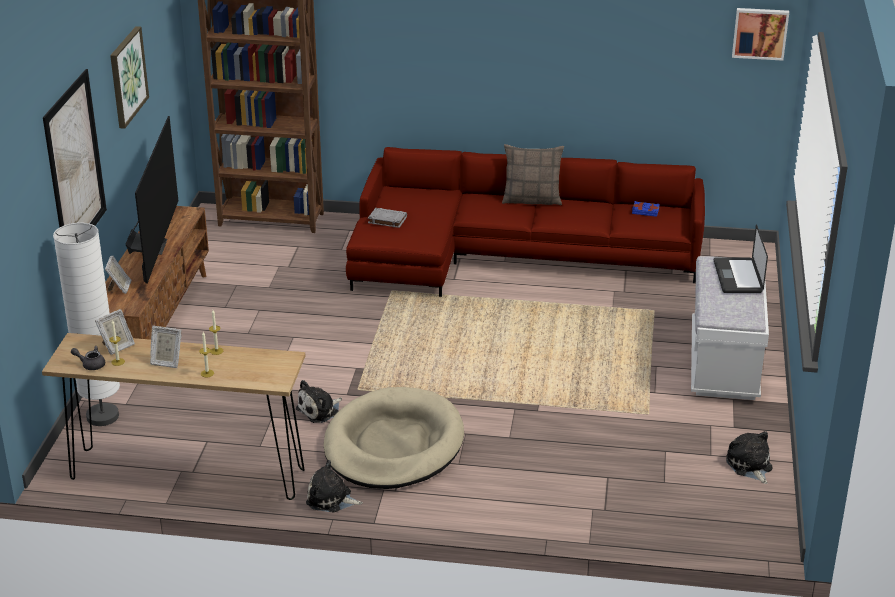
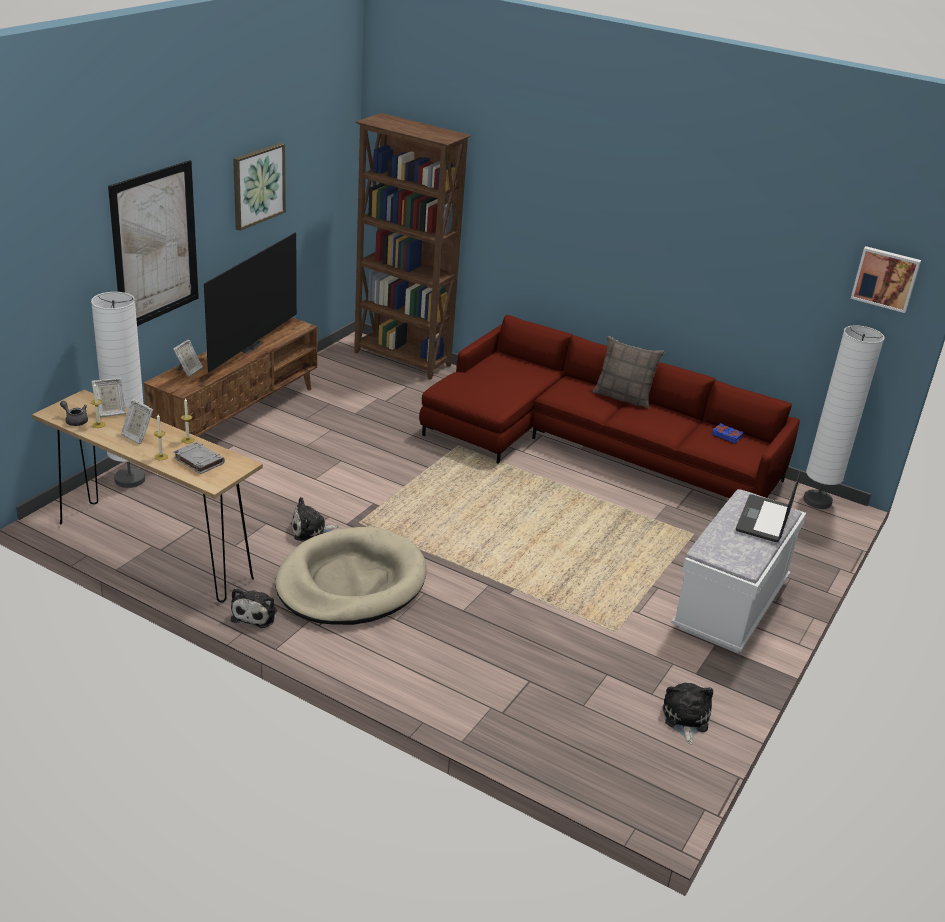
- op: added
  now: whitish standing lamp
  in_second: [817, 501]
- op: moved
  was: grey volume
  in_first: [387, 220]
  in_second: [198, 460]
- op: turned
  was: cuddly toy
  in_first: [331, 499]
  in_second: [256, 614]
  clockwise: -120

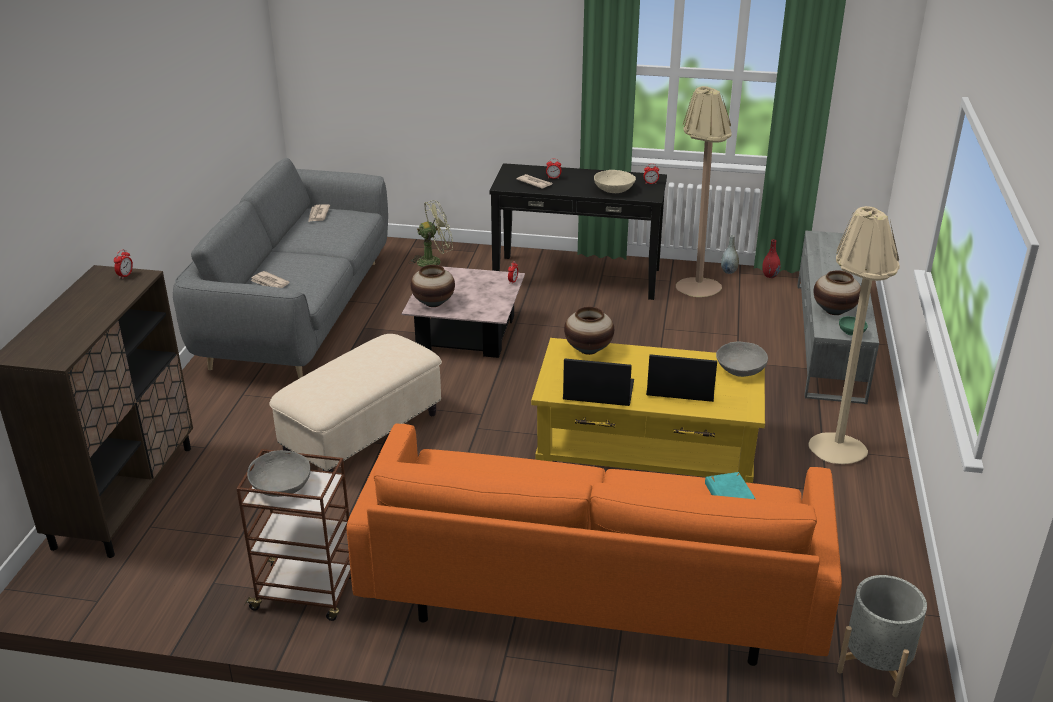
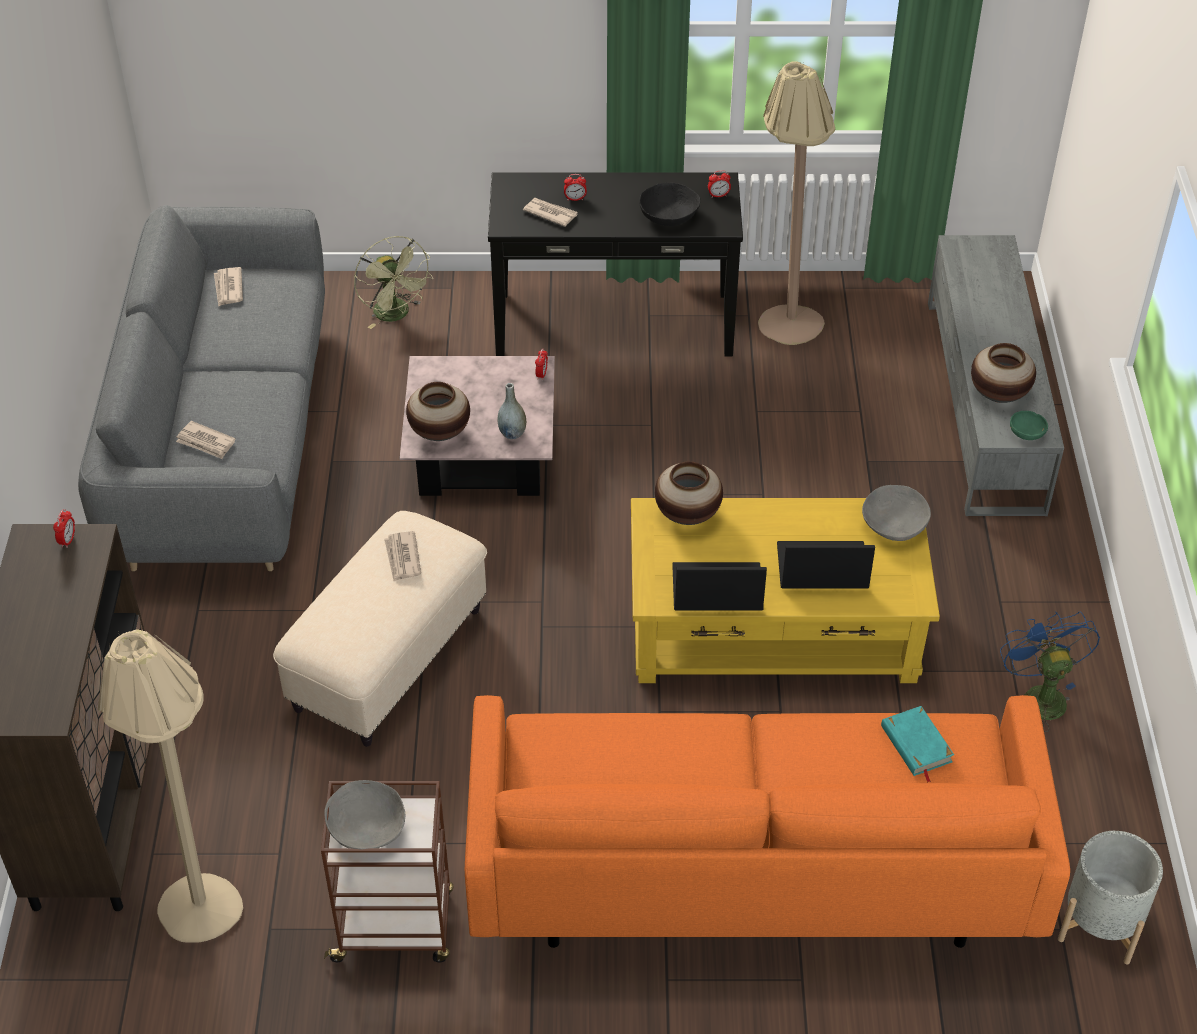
- op: removed
  was: red vase
  in_first: [770, 276]
- op: added
  now: newspaper
  in_second: [402, 558]
- op: added
  now: blue electric fan
  in_second: [1039, 695]
- op: moved
  was: grey vase
  in_first: [728, 271]
  in_second: [512, 433]
- op: moved
  was: sand-coloured standing lamp
  in_first: [836, 441]
  in_second: [203, 891]
- op: recoloured
  was: sand-coloured serving bowl
  now: blackish serving bowl
  in_first: [613, 190]
  in_second: [668, 216]
- op: turned
  was: green electric fan
  in_first: [434, 261]
  in_second: [396, 315]
  clockwise: 90

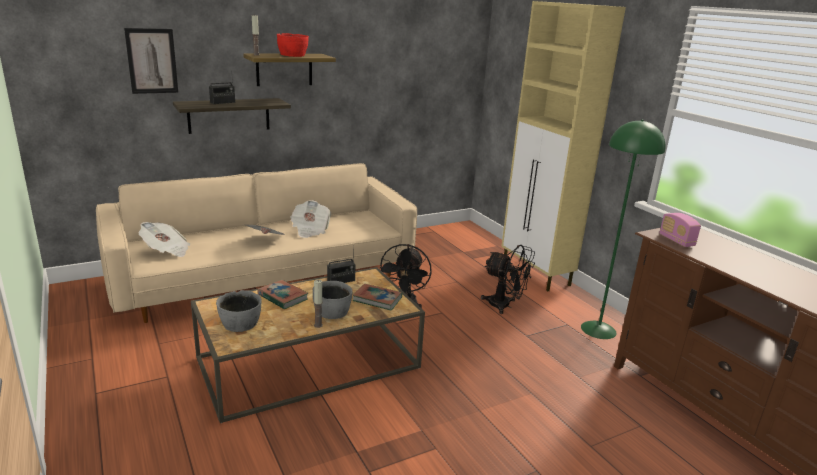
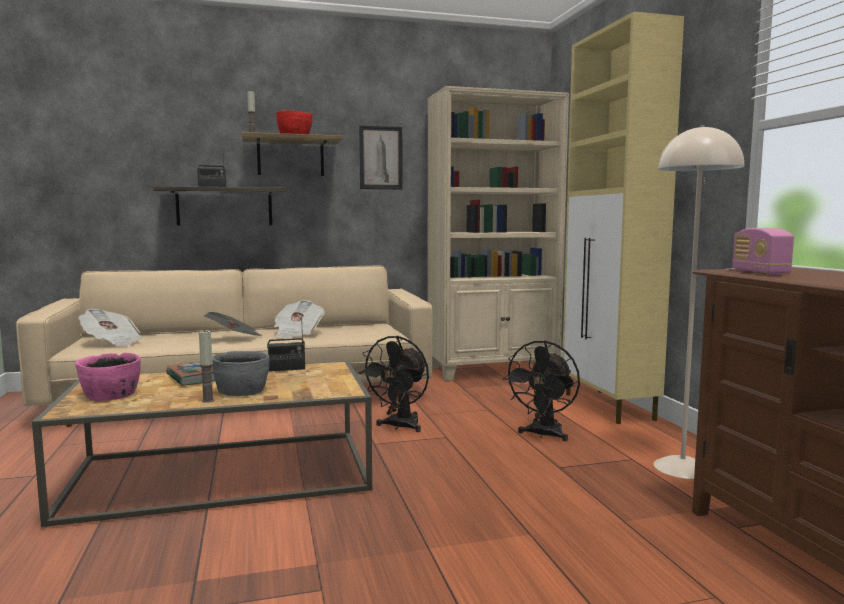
- op: removed
  was: volume
  in_first: [377, 299]
- op: added
  now: sand-coloured bookcase
  in_second: [493, 370]
- op: moved
  was: picture
  in_first: [152, 61]
  in_second: [380, 158]
- op: recoloured
  was: grey serving bowl
  now: pink-coloured serving bowl
  in_first: [240, 324]
  in_second: [111, 395]
- op: recoloured
  was: green standing lamp
  now: sand-coloured standing lamp
  in_first: [599, 329]
  in_second: [683, 467]
- op: turned
  was: blackish electric fan
  in_first: [504, 306]
  in_second: [543, 435]
  clockwise: 75

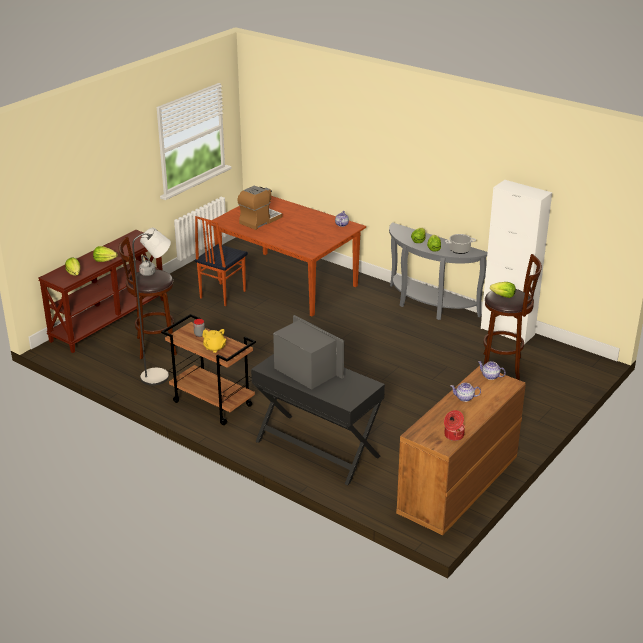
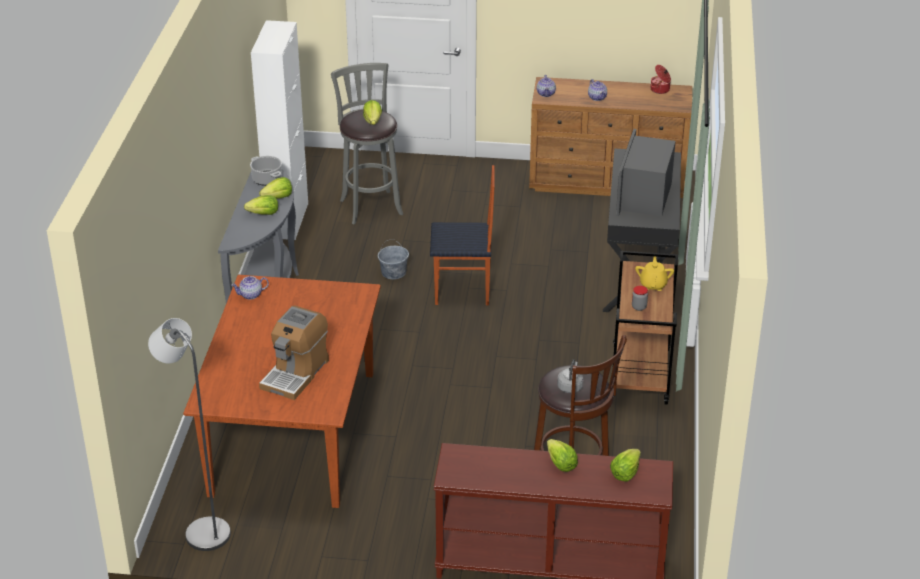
- op: added
  now: grey bucket
  in_second: [393, 272]
- op: moved
  was: grey standing lamp
  in_first: [160, 376]
  in_second: [202, 530]
- op: moved
  was: upright chair
  in_first: [222, 294]
  in_second: [463, 292]
- op: recoloured
  was: brown-coloured stool seat
  now: grey stool seat
  in_first: [504, 366]
  in_second: [370, 205]
- op: turned
  was: coffee machine
  in_first: [260, 220]
  in_second: [295, 373]
  clockwise: -75

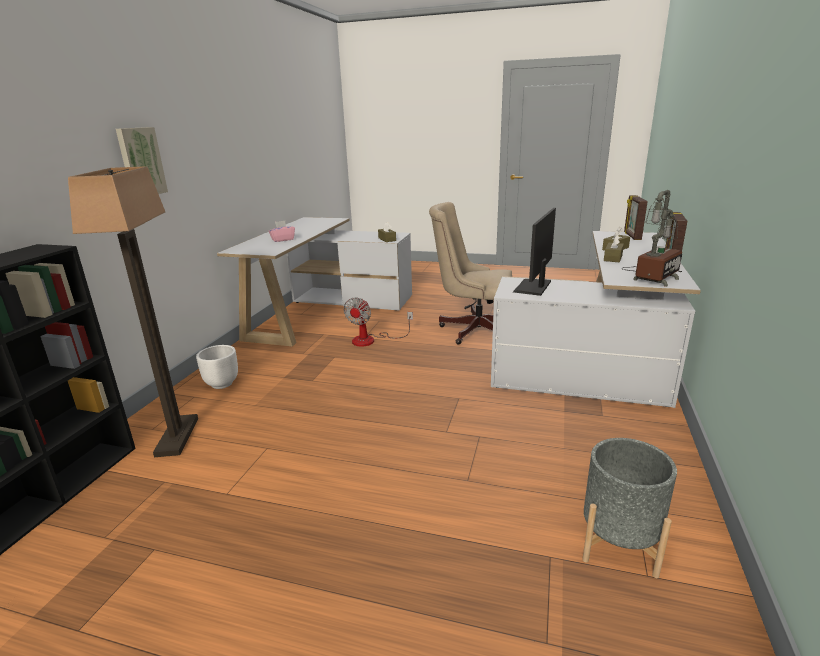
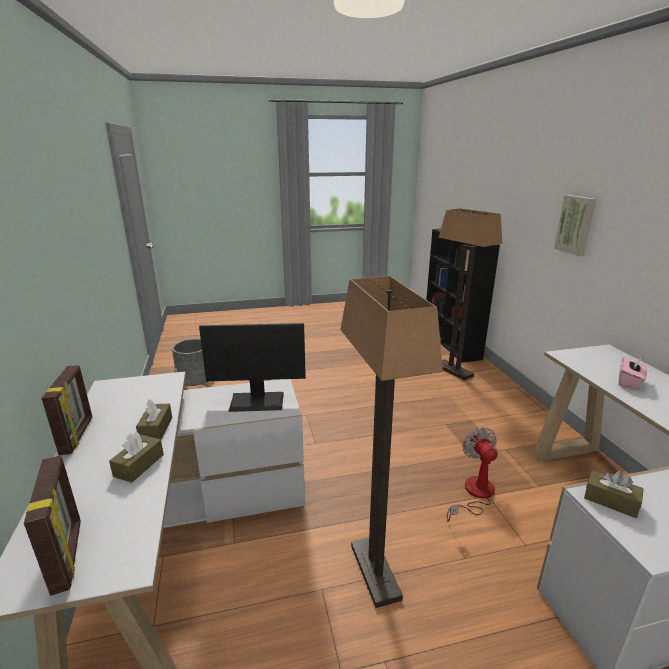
- op: removed
  was: whitish plant pot
  in_first: [221, 384]
- op: removed
  was: table lamp
  in_first: [653, 277]
- op: replaced
  was: sand-coloured office chair
  now: standing lamp
  in_first: [472, 330]
  in_second: [375, 572]
- op: turned
  was: computer display
  in_first: [533, 287]
  in_second: [257, 401]
  clockwise: 90

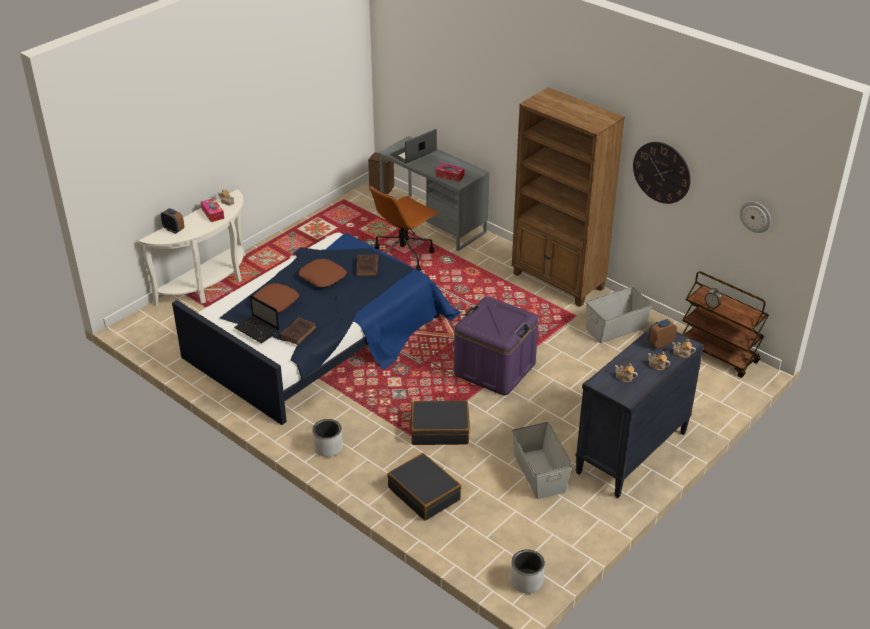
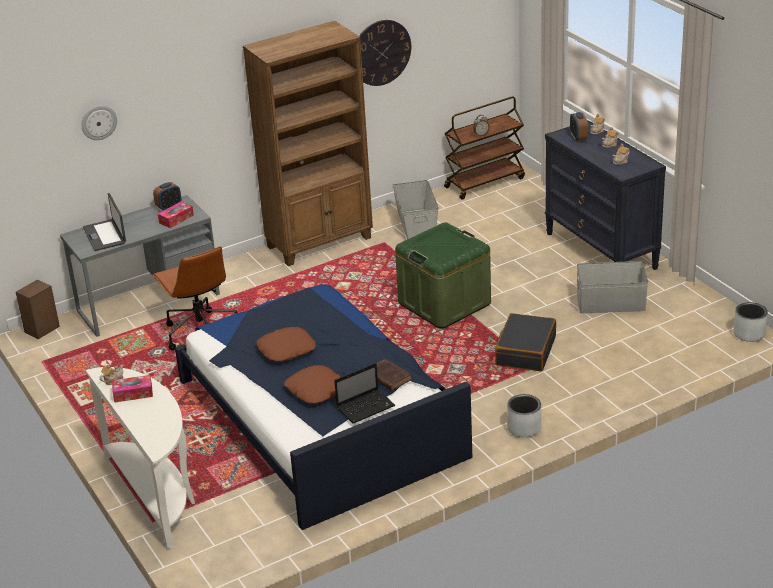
- op: removed
  was: brown-coloured volume
  in_first: [367, 267]
- op: removed
  was: blackish suitcase
  in_first: [424, 493]
- op: moved
  was: table clock
  in_first: [173, 230]
  in_second: [169, 207]
- op: moved
  was: clock on the wall
  in_first: [755, 216]
  in_second: [98, 122]
- op: recoloured
  was: purple-coloured storage container
  now: green storage container
  in_first: [494, 369]
  in_second: [444, 303]

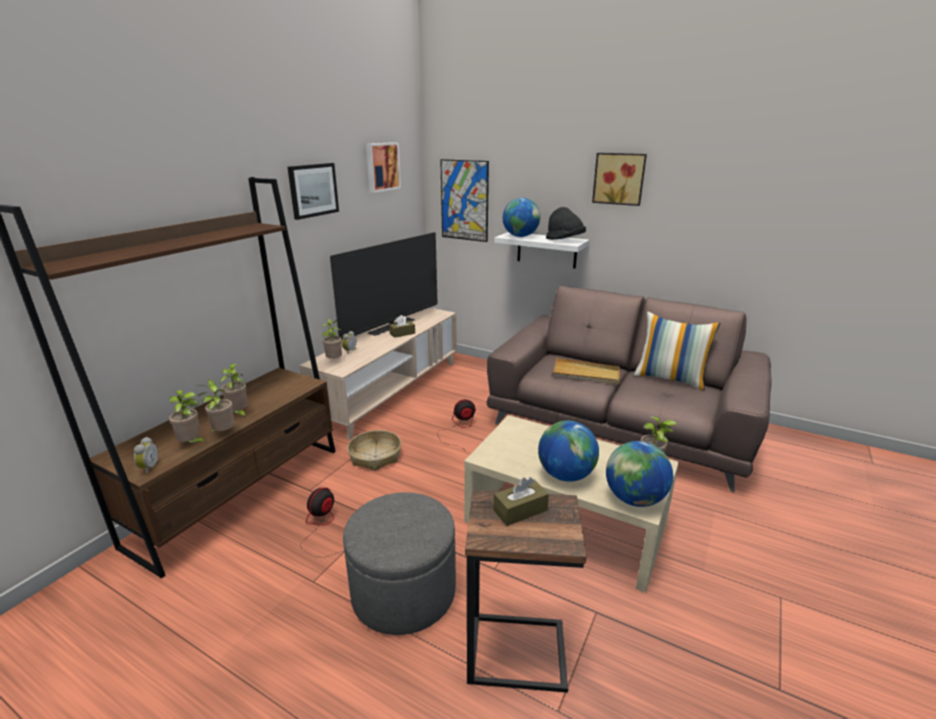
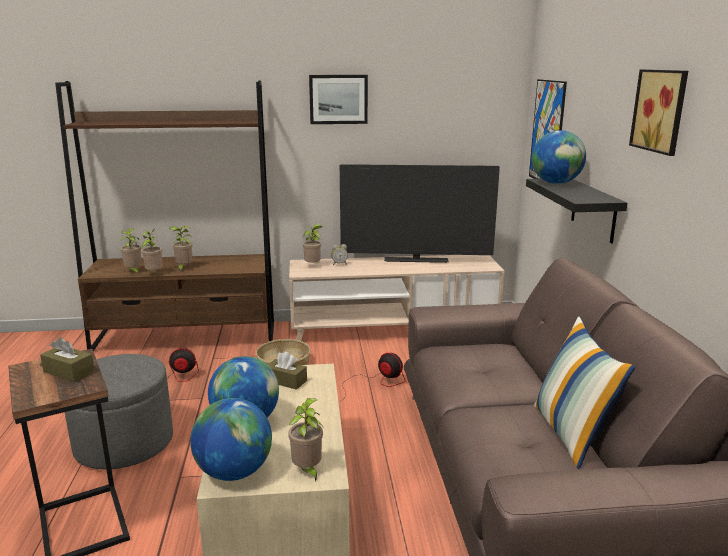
- op: removed
  was: table clock
  in_first: [148, 468]
- op: removed
  was: picture
  in_first: [382, 166]
- op: removed
  was: blackish hat
  in_first: [565, 240]
- op: removed
  was: sand-coloured carrying tray
  in_first: [586, 374]
- op: moved
  was: brown-coloured tissue holder
  in_first: [402, 333]
  in_second: [286, 381]
- op: recoloured
  was: whitish shelf
  now: blackish shelf
  in_first: [546, 250]
  in_second: [593, 210]

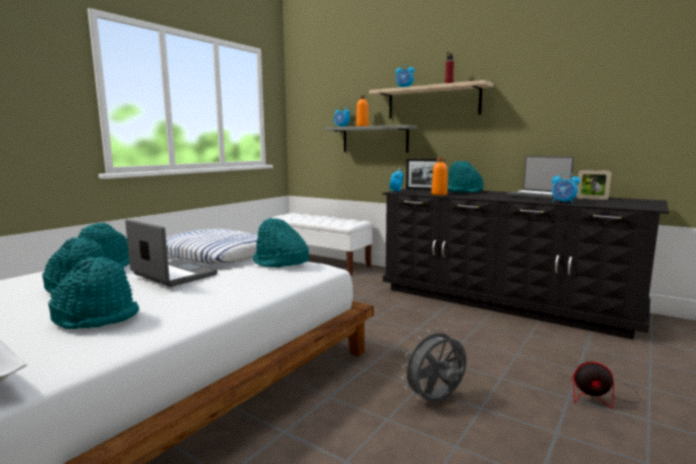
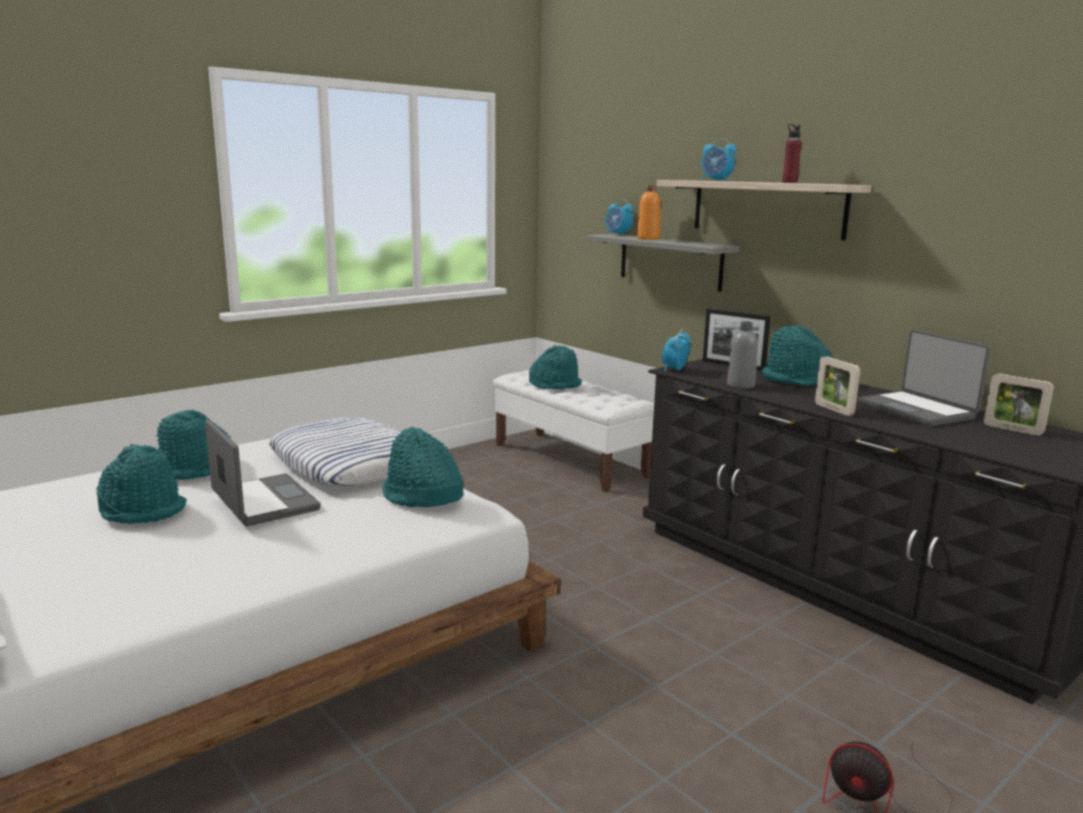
- op: removed
  was: grey electric fan
  in_first: [436, 401]
- op: removed
  was: table clock
  in_first: [563, 202]
- op: added
  now: picture frame
  in_second: [833, 409]
- op: moved
  was: turquoise-coloured hat
  in_first: [97, 317]
  in_second: [555, 385]
- op: recoloured
  was: orangey bottle
  now: grey bottle
  in_first: [439, 194]
  in_second: [740, 385]

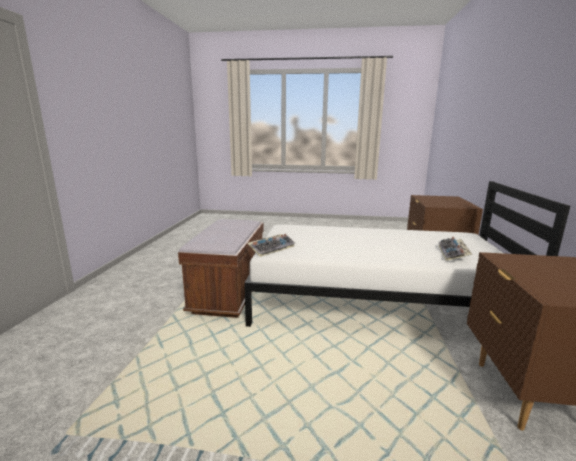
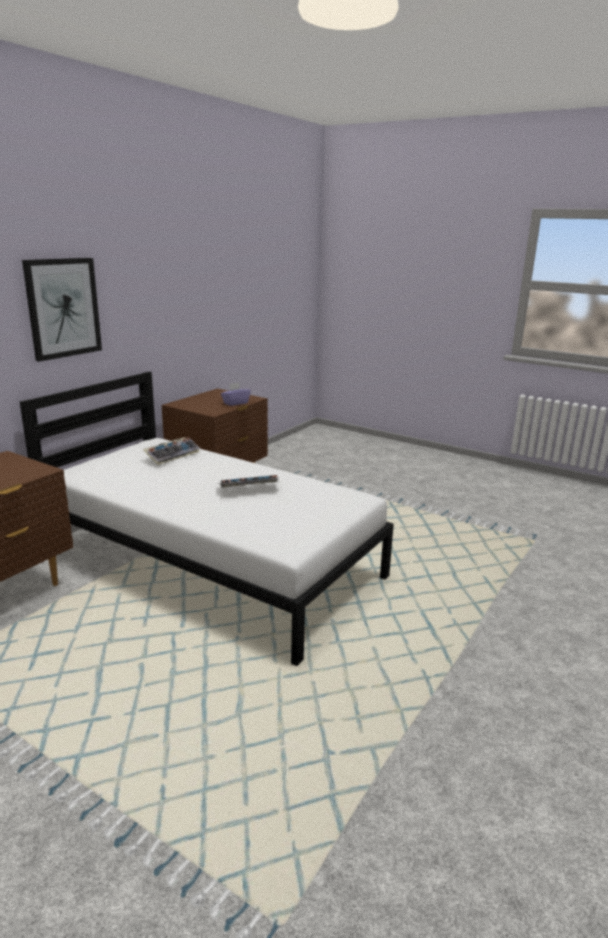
- op: removed
  was: brown-coloured indoor bench
  in_first: [229, 293]
- op: added
  now: picture
  in_second: [63, 308]
- op: added
  now: purple-coloured tissue holder
  in_second: [235, 403]
- op: moved
  was: computer keyboard
  in_first: [272, 248]
  in_second: [248, 490]

